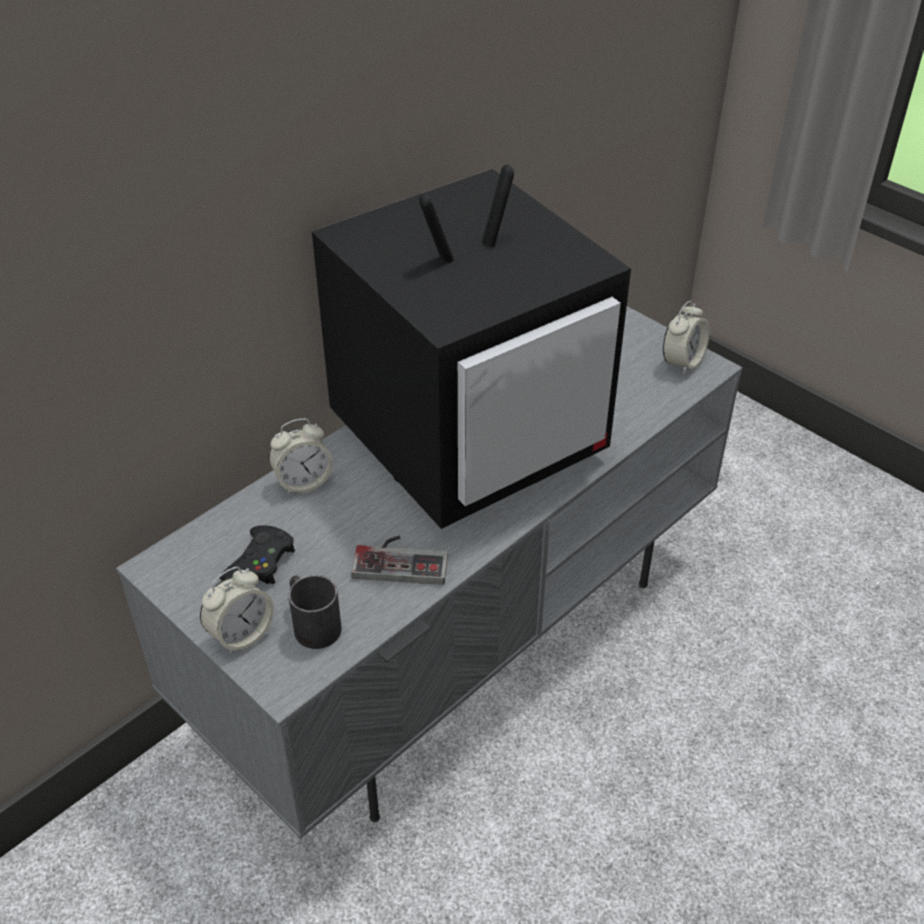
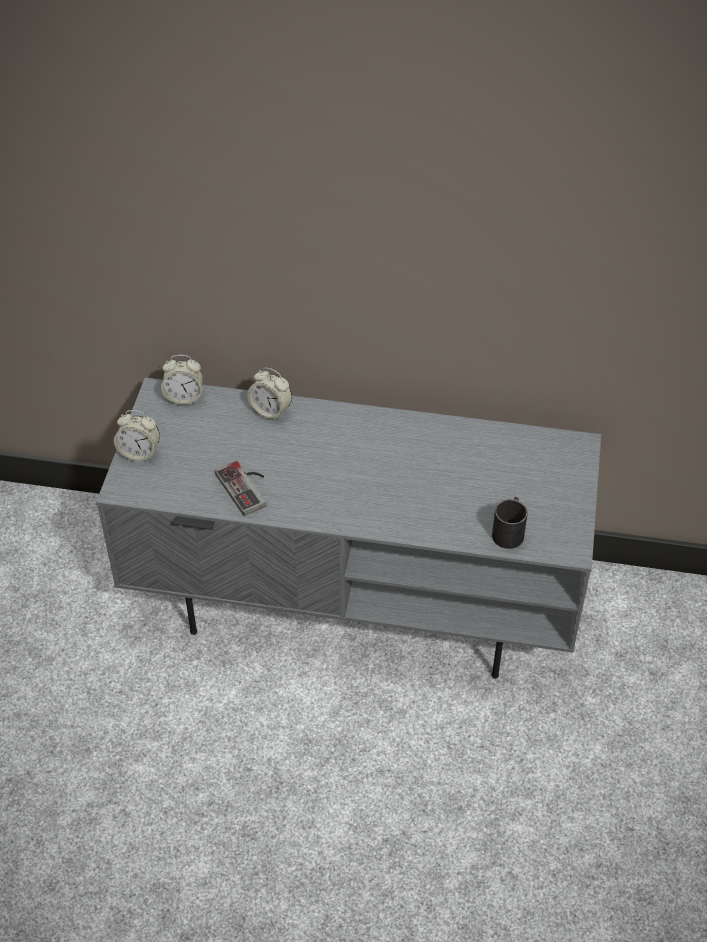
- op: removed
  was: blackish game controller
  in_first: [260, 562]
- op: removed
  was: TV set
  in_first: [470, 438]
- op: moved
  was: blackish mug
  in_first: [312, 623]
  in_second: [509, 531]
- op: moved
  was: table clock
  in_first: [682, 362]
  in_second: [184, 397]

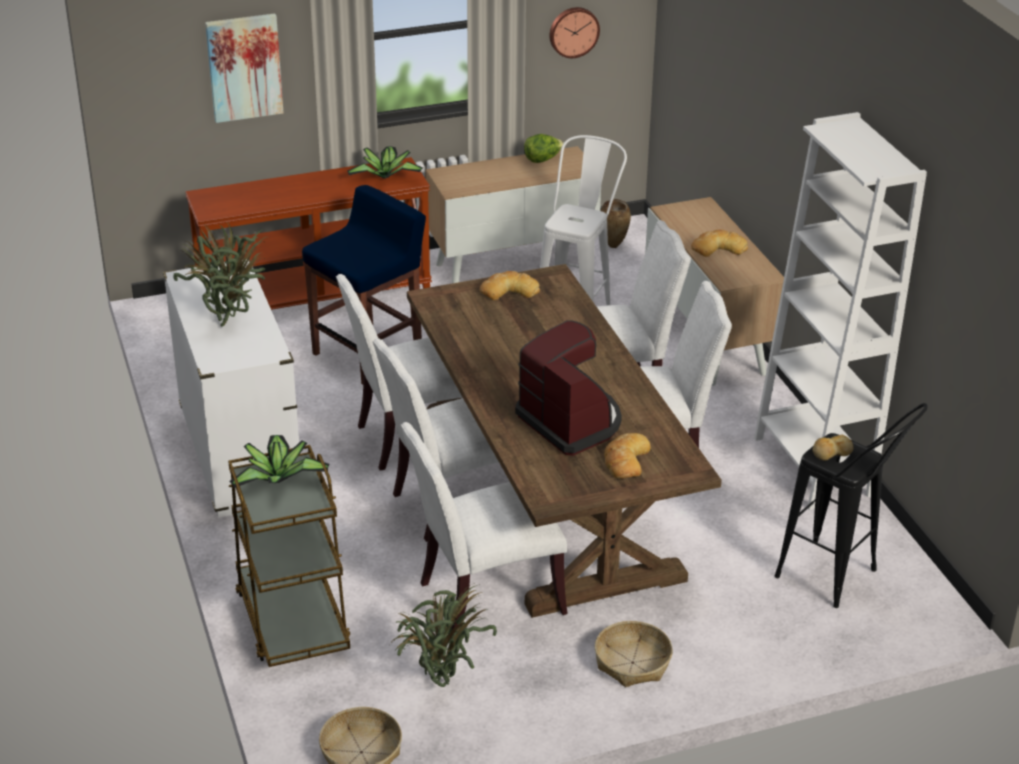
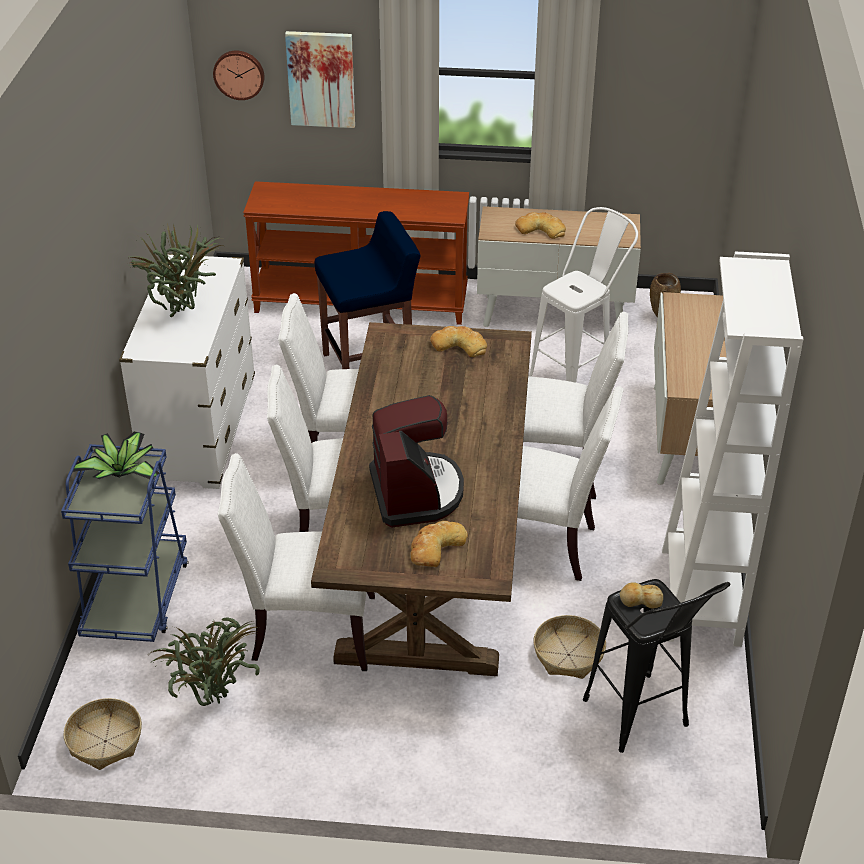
- op: removed
  was: plant in a pot
  in_first: [385, 176]
- op: removed
  was: head of lettuce
  in_first: [542, 160]
- op: moved
  was: clock on the wall
  in_first: [573, 31]
  in_second: [239, 74]
- op: moved
  was: storage basket
  in_first: [632, 663]
  in_second: [568, 655]
- op: moved
  was: bread
  in_first: [718, 248]
  in_second: [540, 229]
- op: recoloured
  was: brown-coloured wheeled cart
  now: blue wheeled cart
  in_first: [292, 620]
  in_second: [136, 598]

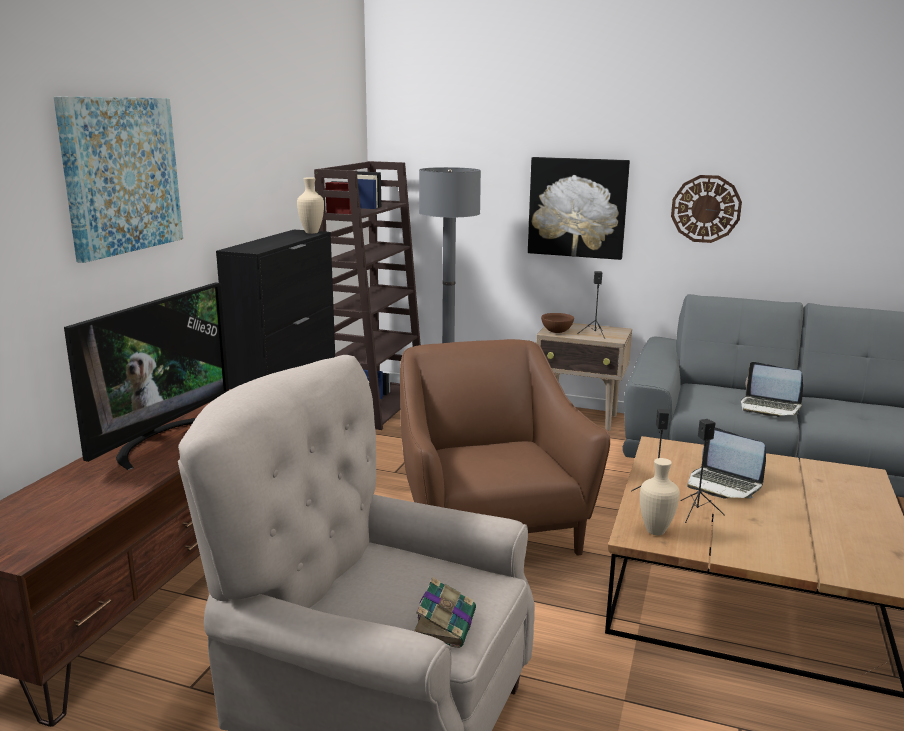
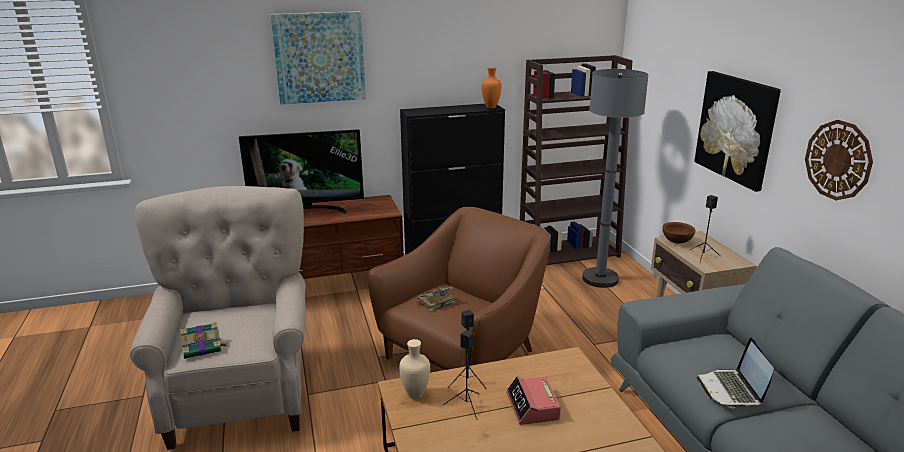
- op: added
  now: volume
  in_second: [435, 302]
- op: replaced
  was: portable computer
  now: table clock
  in_first: [723, 485]
  in_second: [532, 407]
- op: recoloured
  was: sand-coloured vase
  now: orangey vase
  in_first: [311, 233]
  in_second: [490, 107]

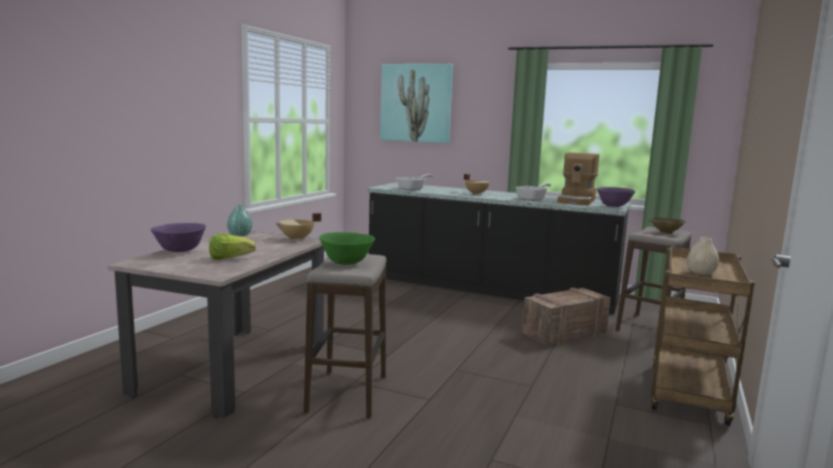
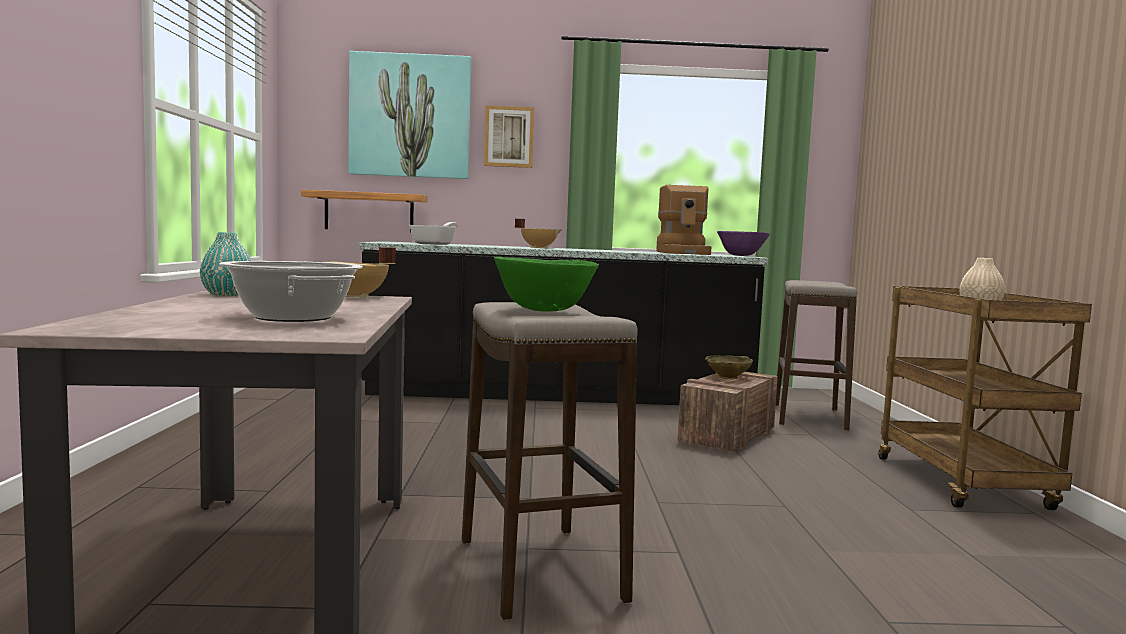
- op: removed
  was: purple-coloured serving bowl
  in_first: [180, 251]
- op: removed
  was: skillet
  in_first: [533, 199]
- op: added
  now: shelf
  in_second: [369, 212]
- op: added
  now: picture
  in_second: [509, 137]
- op: moved
  was: sand-coloured serving bowl
  in_first: [666, 232]
  in_second: [728, 377]
- op: replaced
  was: head of lettuce
  now: cooking pot
  in_first: [229, 259]
  in_second: [292, 317]

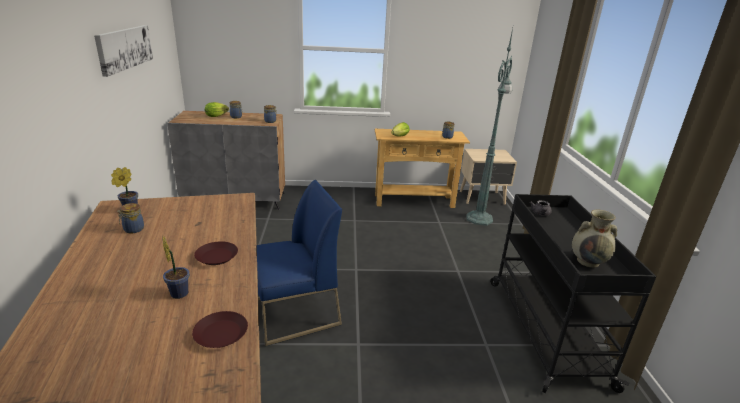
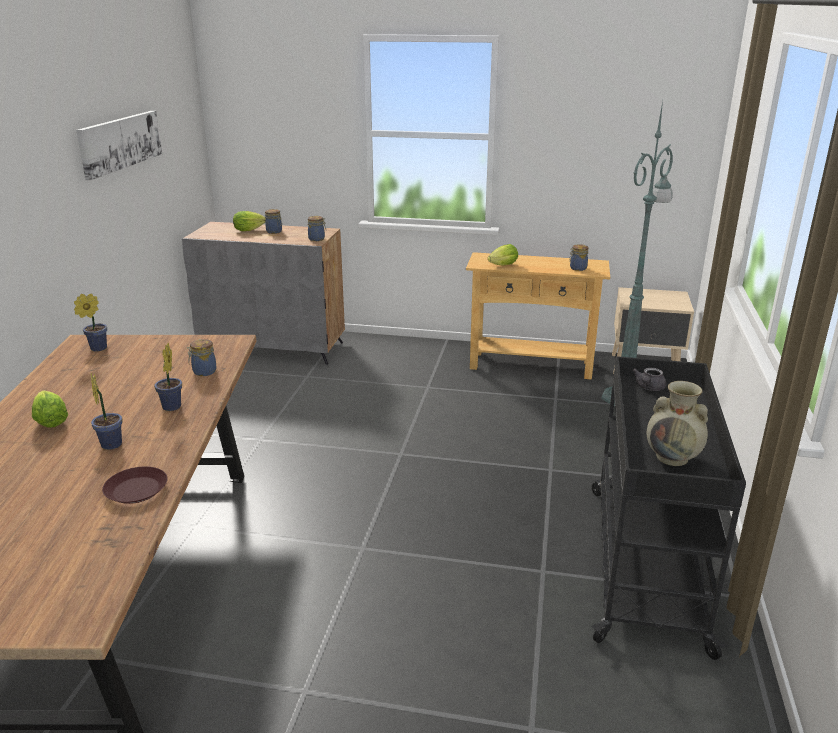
- op: removed
  was: blue upright chair
  in_first: [293, 313]
- op: added
  now: head of lettuce
  in_second: [50, 421]
- op: moved
  was: jar
  in_first: [133, 229]
  in_second: [203, 372]
- op: replaced
  was: brown-coloured plate
  now: plant in a pot
  in_first: [216, 256]
  in_second: [171, 408]

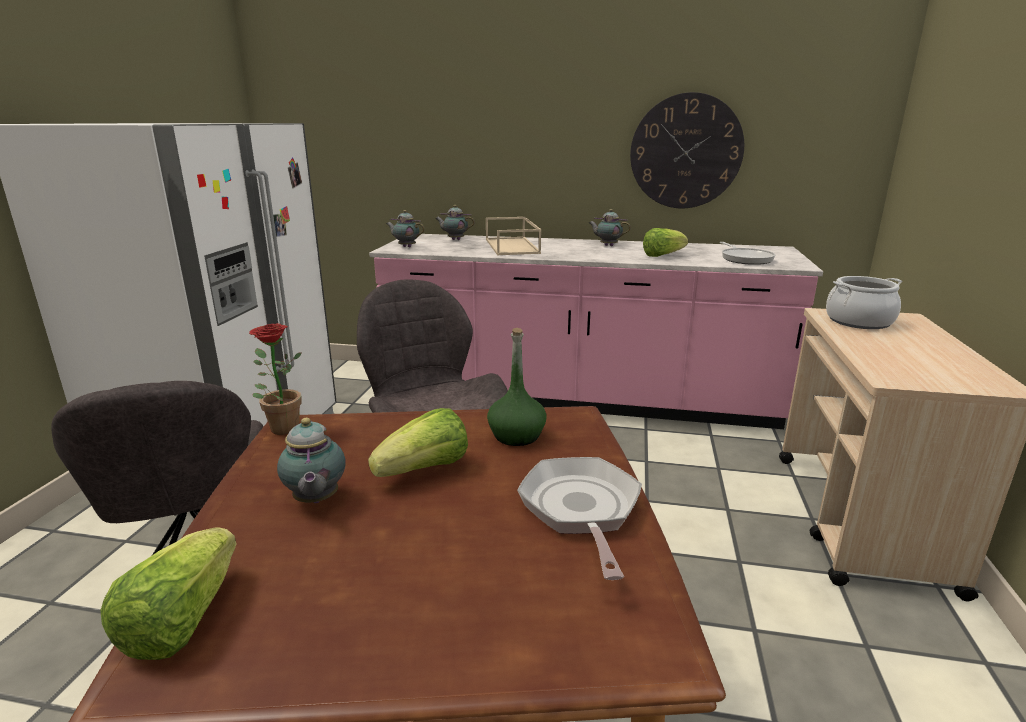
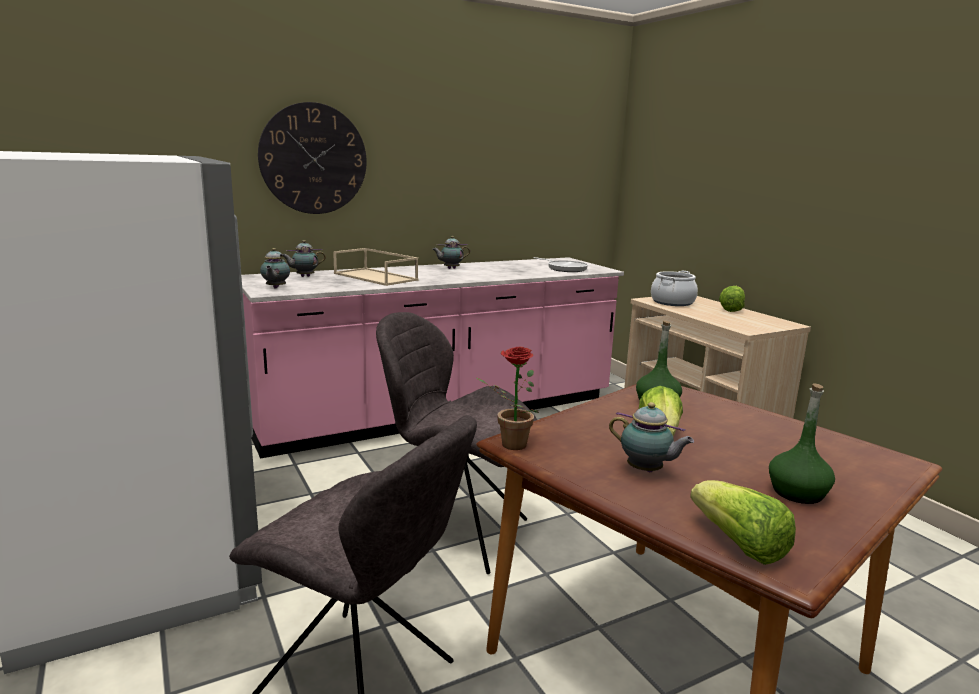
- op: removed
  was: skillet
  in_first: [581, 511]
- op: added
  now: green bottle
  in_second: [797, 493]
- op: moved
  was: clock on the wall
  in_first: [686, 152]
  in_second: [313, 159]
- op: moved
  was: head of lettuce
  in_first: [662, 255]
  in_second: [731, 309]
- op: turned
  was: teapot
  in_first: [406, 247]
  in_second: [275, 288]
  clockwise: -75

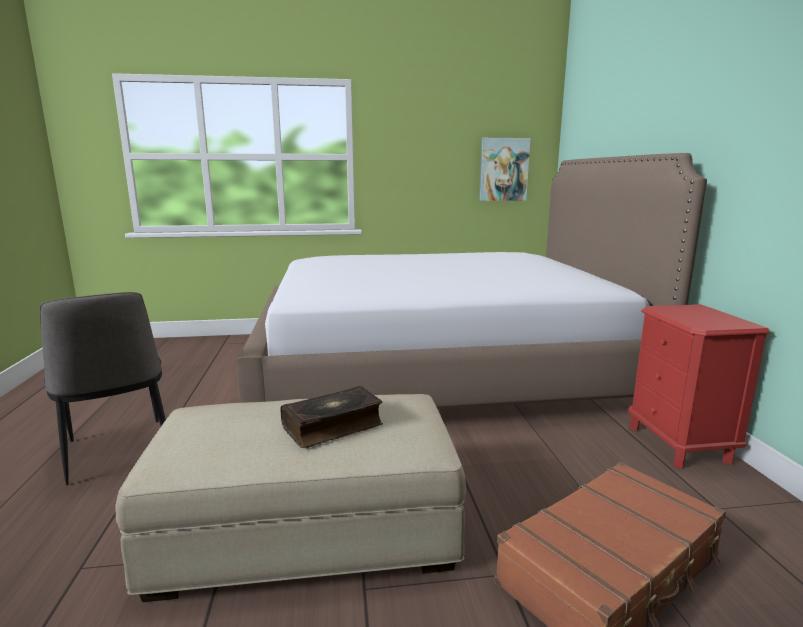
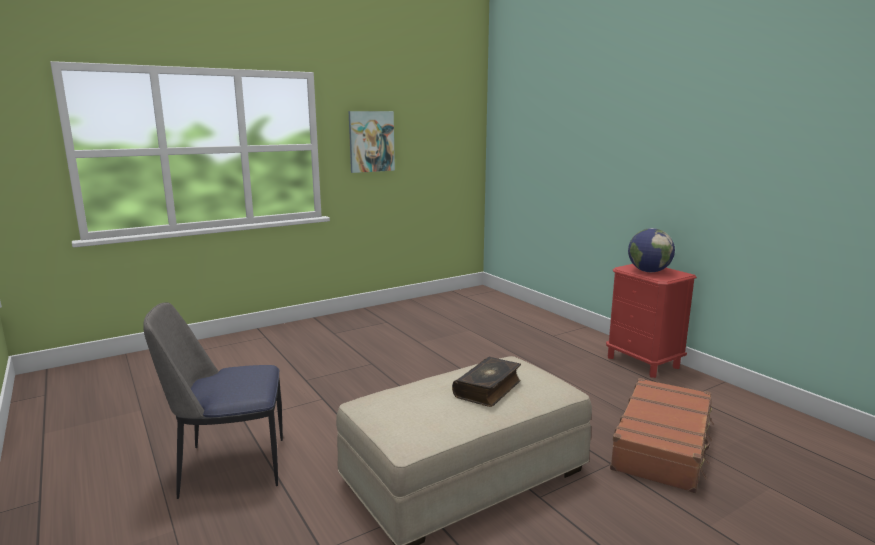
- op: removed
  was: bed
  in_first: [440, 373]
- op: added
  now: globe
  in_second: [648, 271]
- op: moved
  was: picture
  in_first: [503, 169]
  in_second: [371, 141]
- op: turned
  was: upright chair
  in_first: [118, 451]
  in_second: [229, 466]
  clockwise: 135

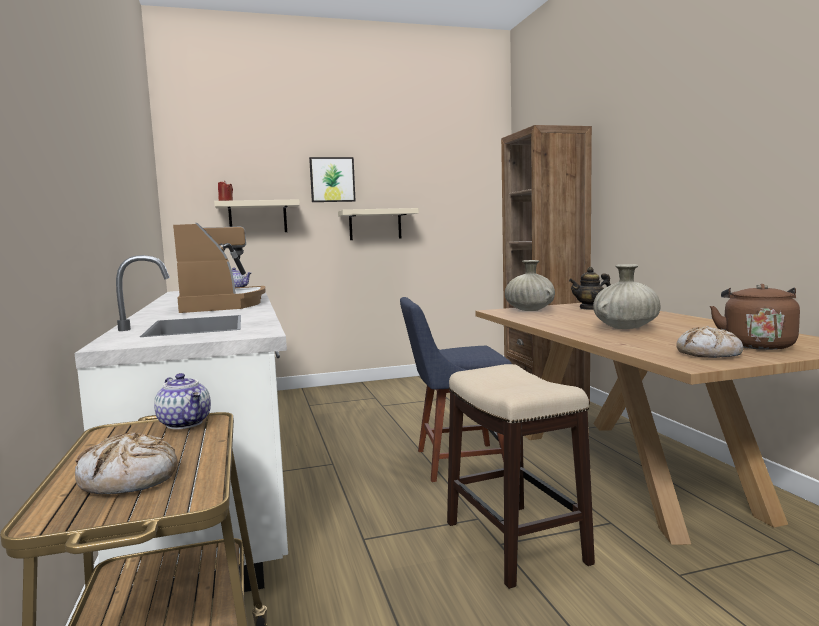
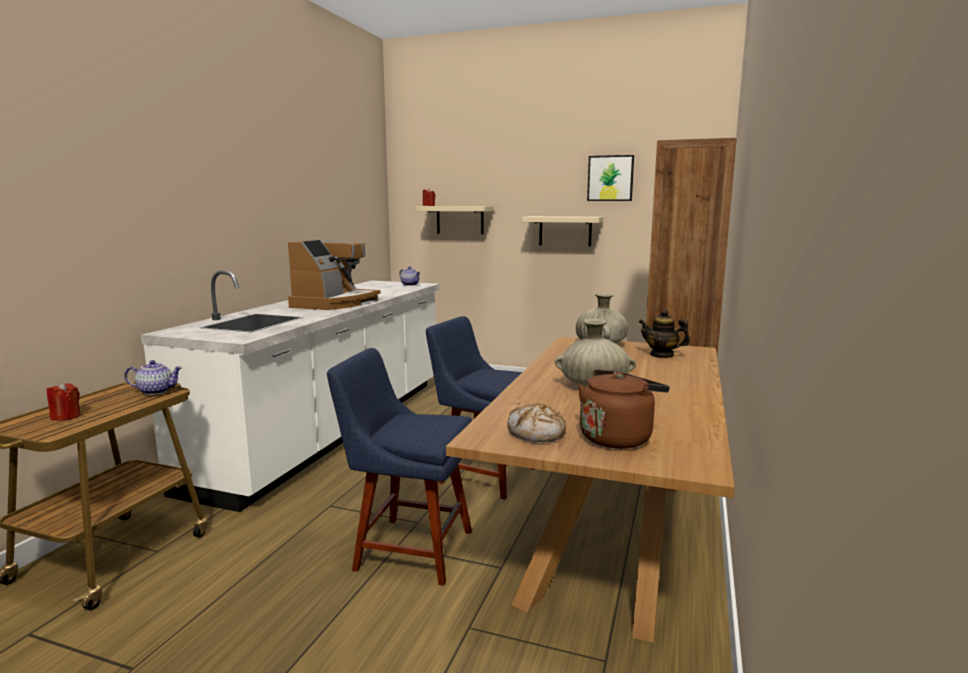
- op: moved
  was: picture
  in_first: [332, 180]
  in_second: [610, 178]
- op: replaced
  was: bread
  now: red wax candle
  in_first: [130, 479]
  in_second: [66, 416]
- op: replaced
  was: stool seat
  now: blue upright chair
  in_first: [514, 541]
  in_second: [408, 548]
- op: turned
  was: teapot
  in_first: [186, 423]
  in_second: [156, 391]
  clockwise: -90

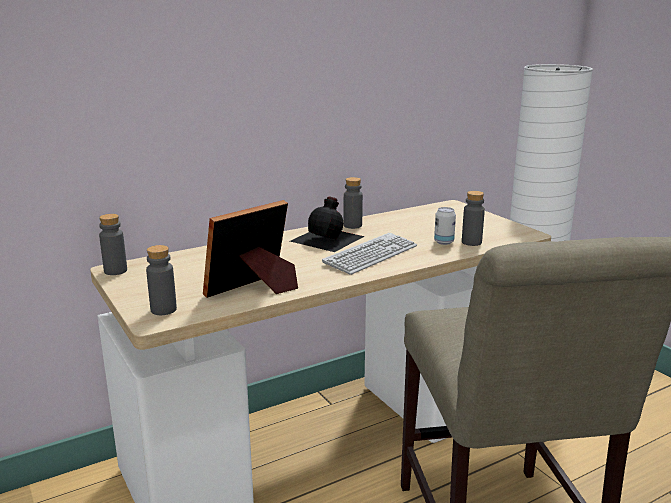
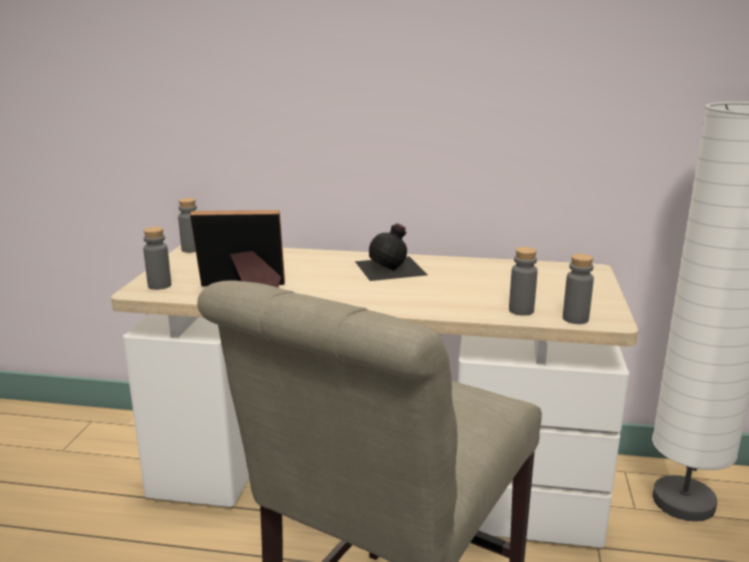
- op: removed
  was: computer keyboard
  in_first: [371, 255]
- op: removed
  was: metal can
  in_first: [444, 242]
- op: moved
  was: grey bottle
  in_first: [352, 225]
  in_second: [575, 319]

